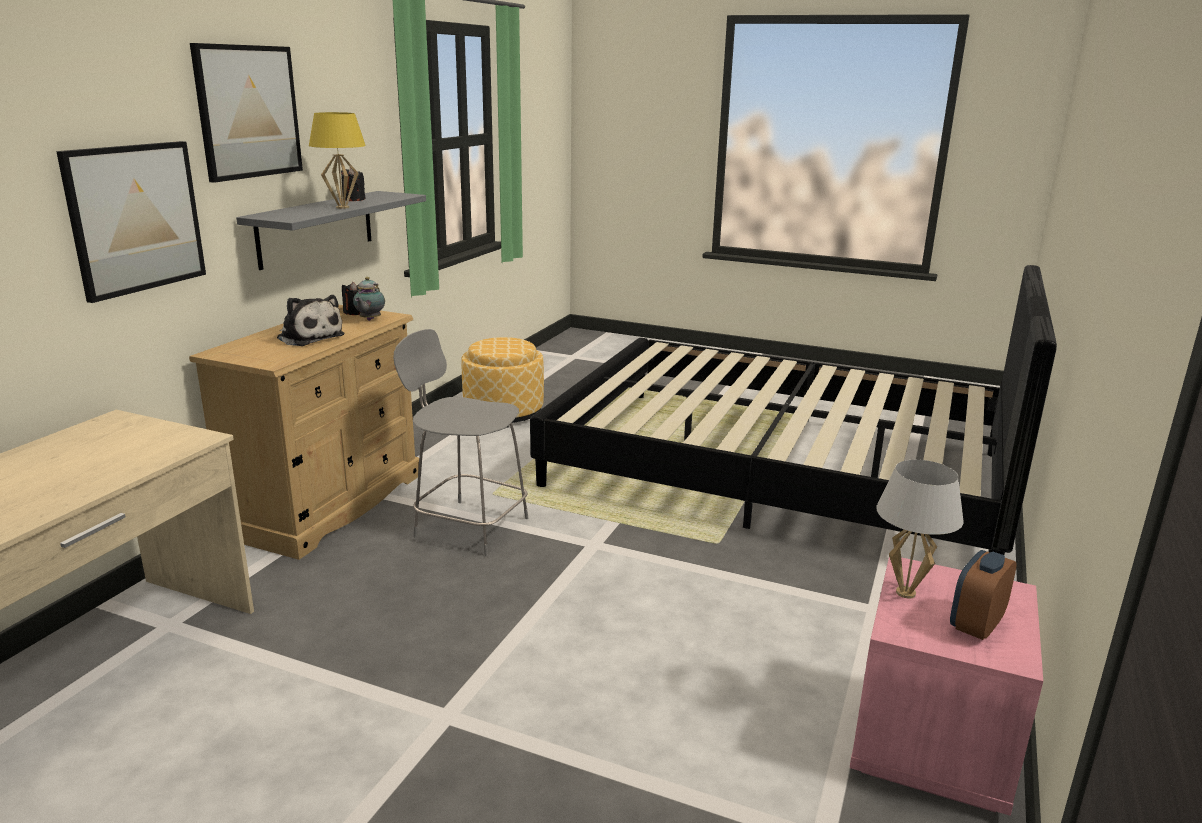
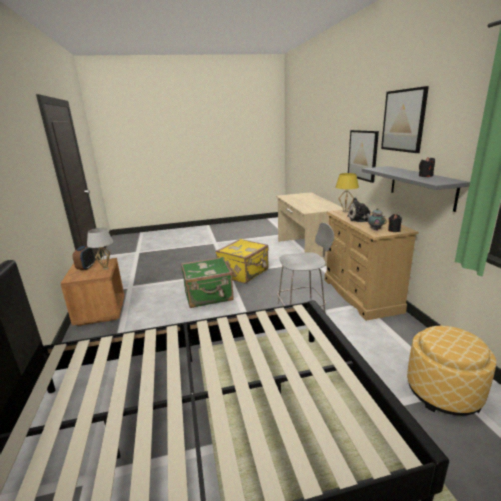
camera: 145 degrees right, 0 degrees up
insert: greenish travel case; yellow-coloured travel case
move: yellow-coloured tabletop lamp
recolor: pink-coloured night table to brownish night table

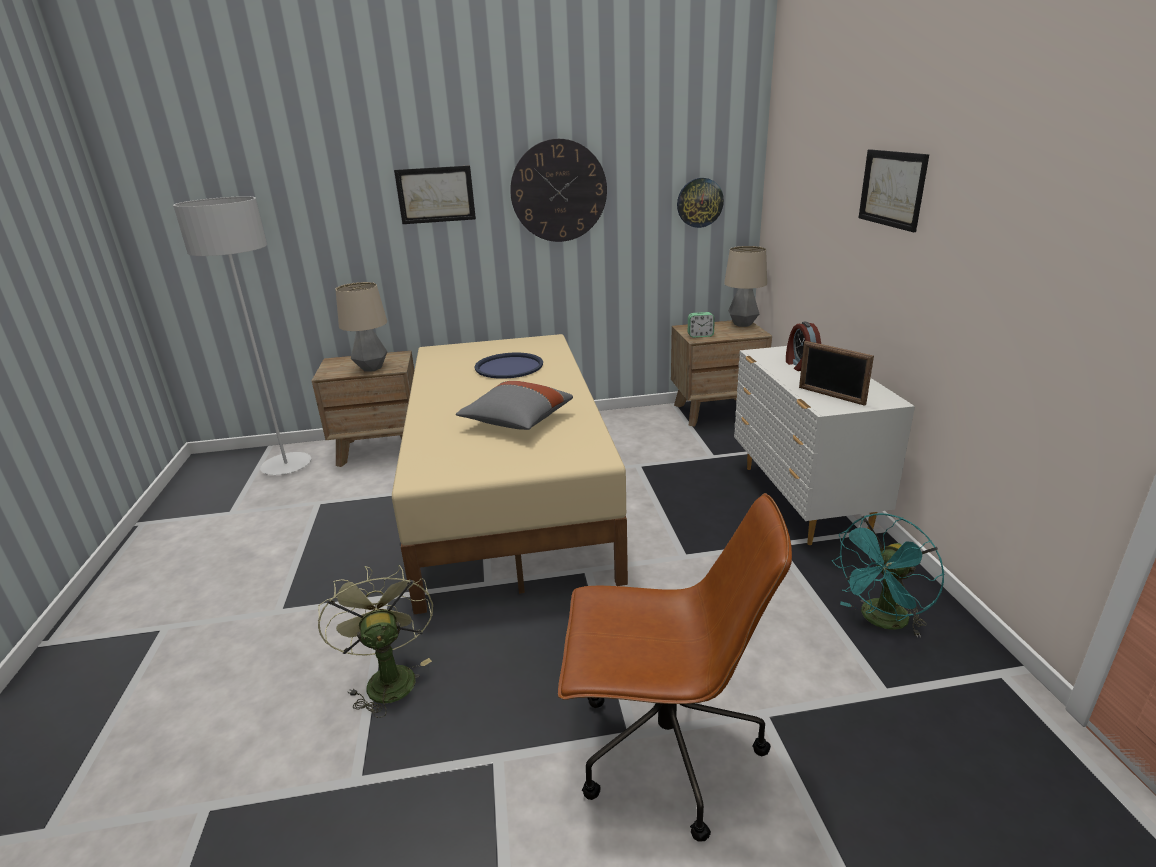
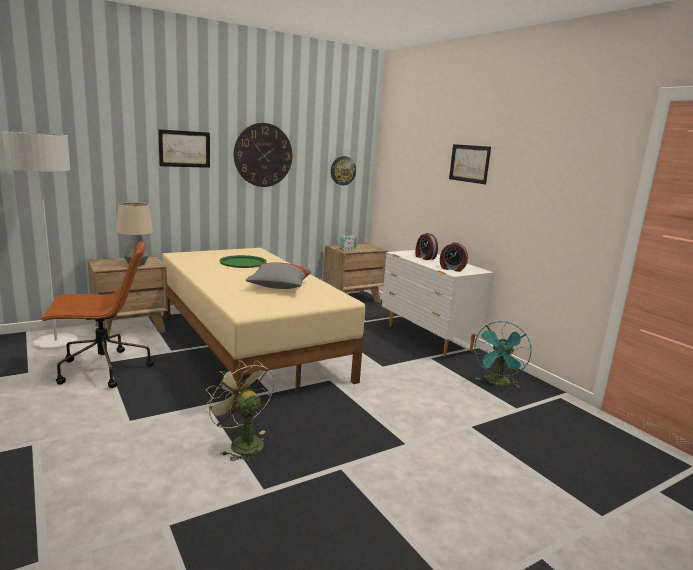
camera: 25 degrees left, 10 degrees down
delete: tabletop lamp (2nd from left)
move: brownish office chair
replace: photo frame to alarm clock (3rd from left)
recolor: bluish carrying tray to greenish carrying tray

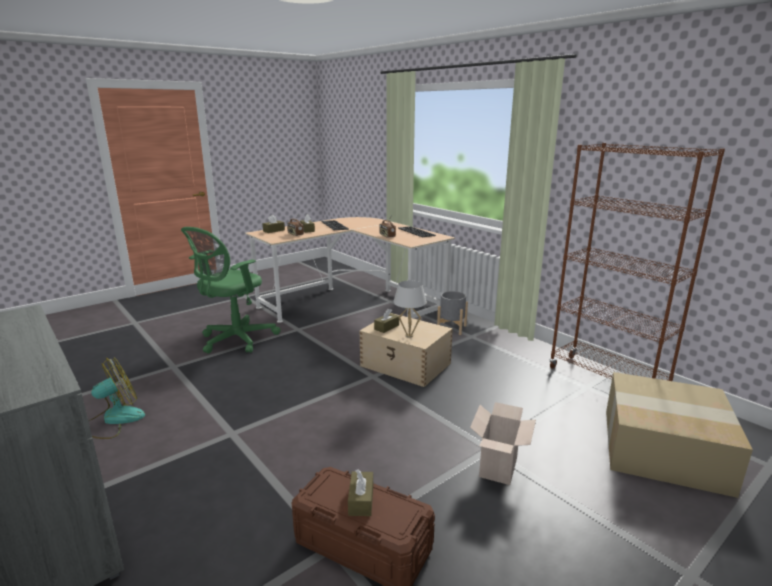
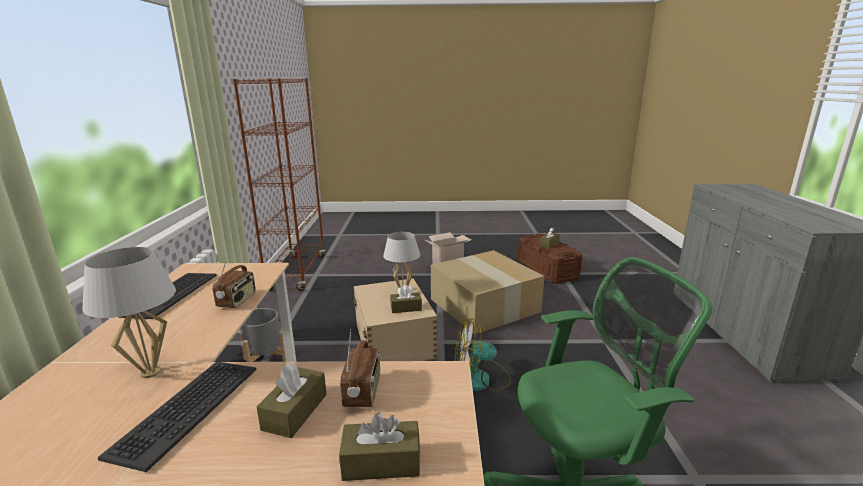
camera: 140 degrees left, 0 degrees up
insert: white-coloured tabletop lamp (1st from left)
move: electric fan; packing box (2nd from left)

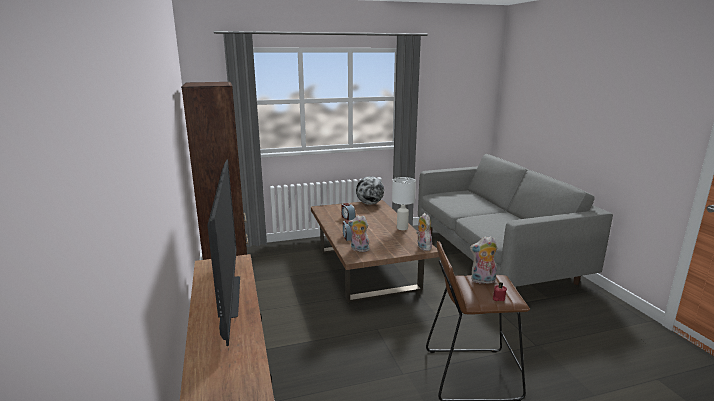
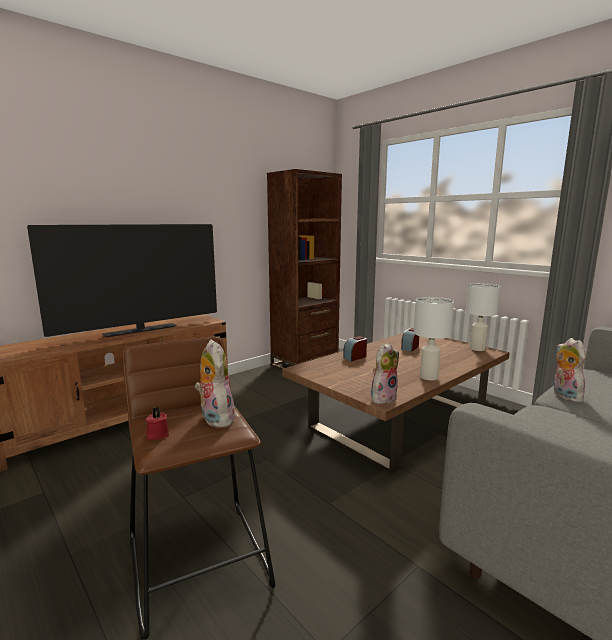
camera: 65 degrees right, 5 degrees down
move: cuddly toy (1st from left in the first image) to cuddly toy (3rd from left)
replace: globe to white-coloured tabletop lamp (2nd from left)

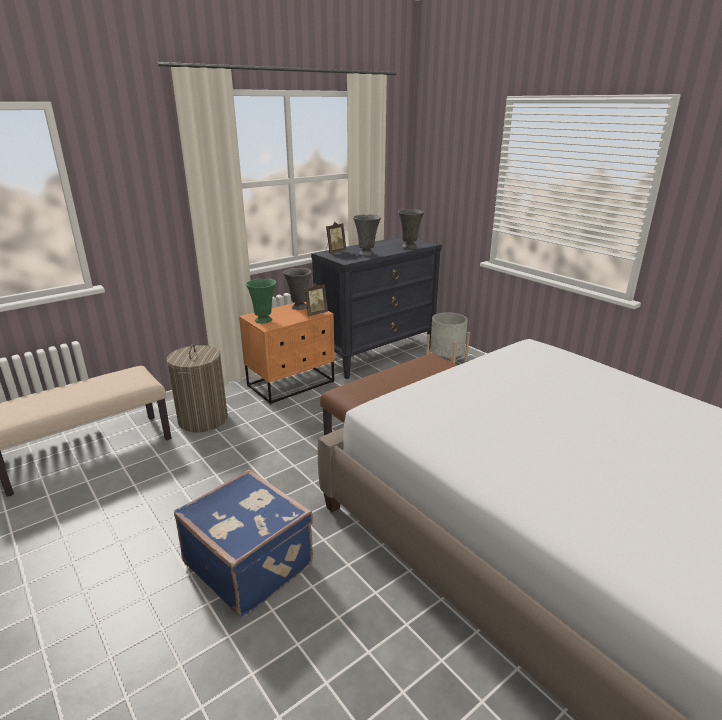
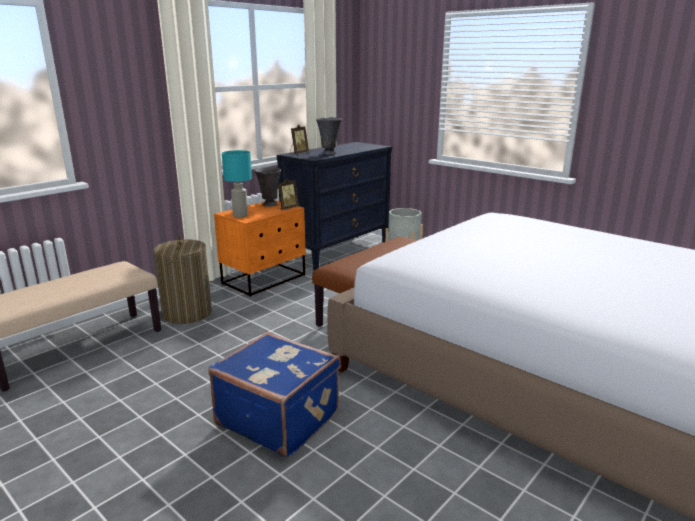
camera: 10 degrees left, 5 degrees down
delete: grey decorative vase (3rd from left)
replace: greenish decorative vase to turquoise tabletop lamp

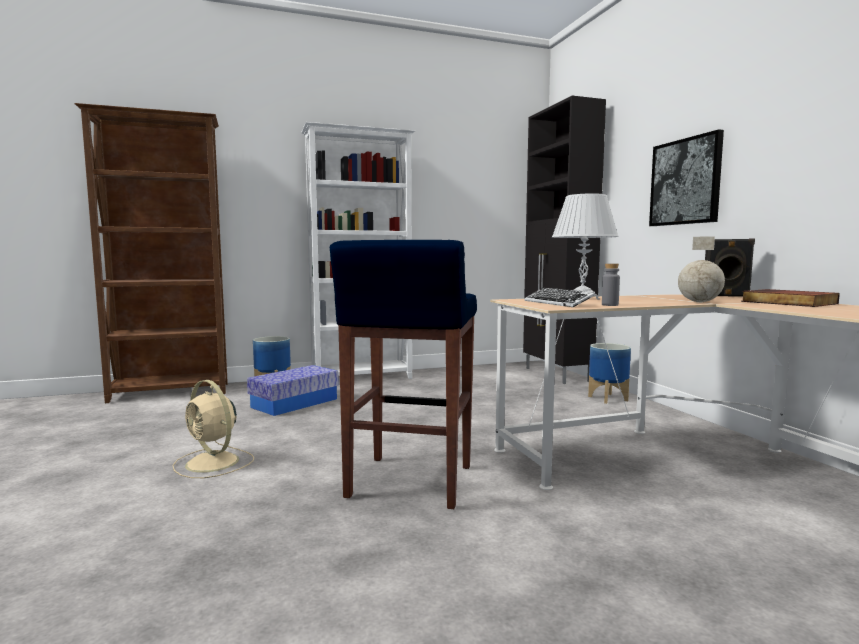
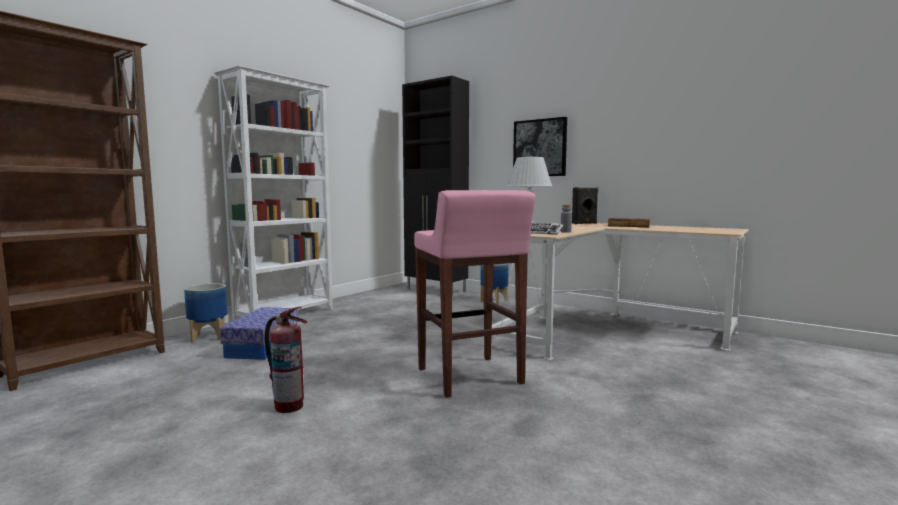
camera: 35 degrees left, 0 degrees up
delete: globe
replace: beige-coloured electric fan to extinguisher
recolor: bluish sitting stool to pink-coloured sitting stool

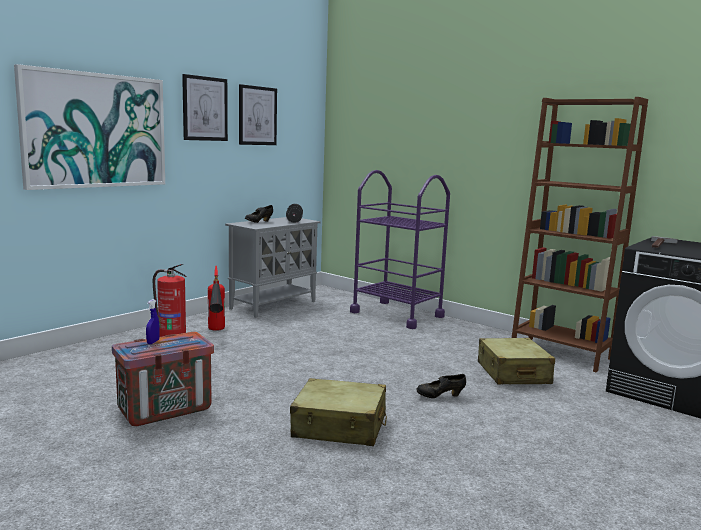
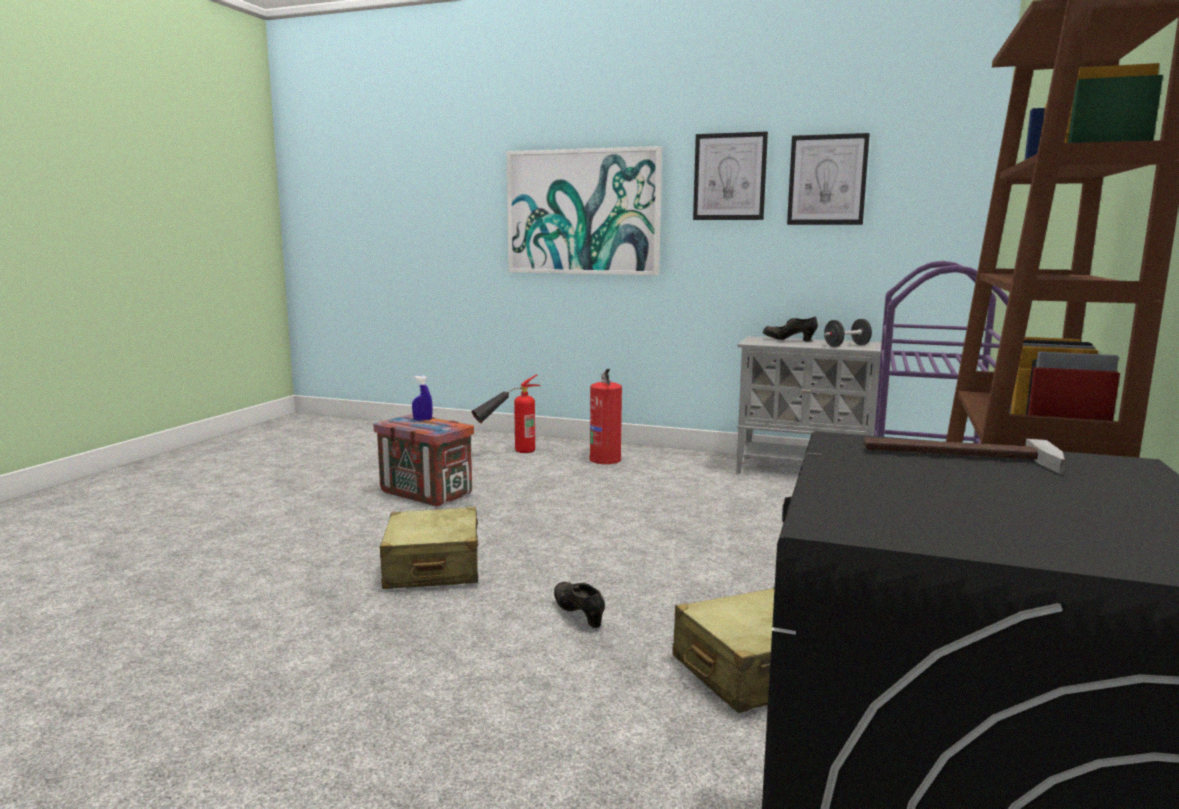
camera: 70 degrees right, 0 degrees up
move: extinguisher (2nd from left in the first image) to extinguisher (1st from left)

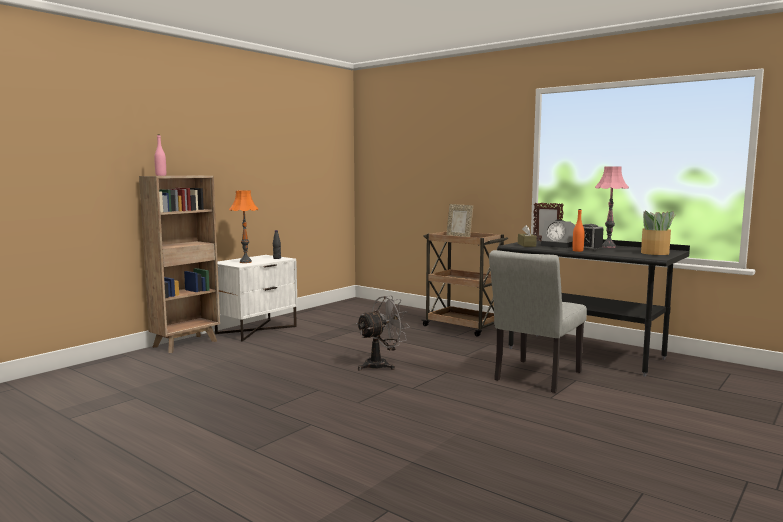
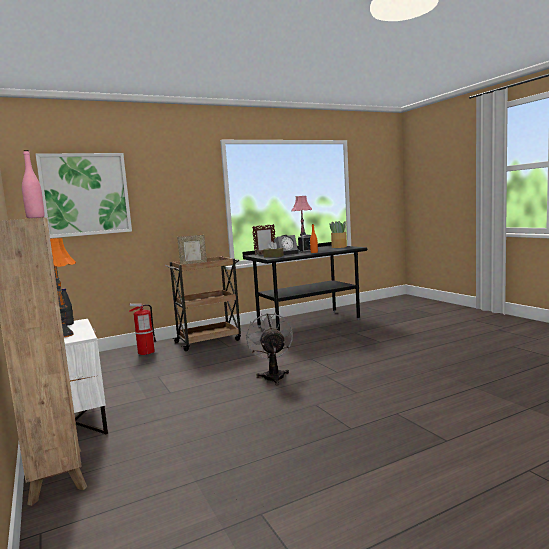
camera: 65 degrees left, 0 degrees up
delete: grey chair
insert: wall picture; extinguisher

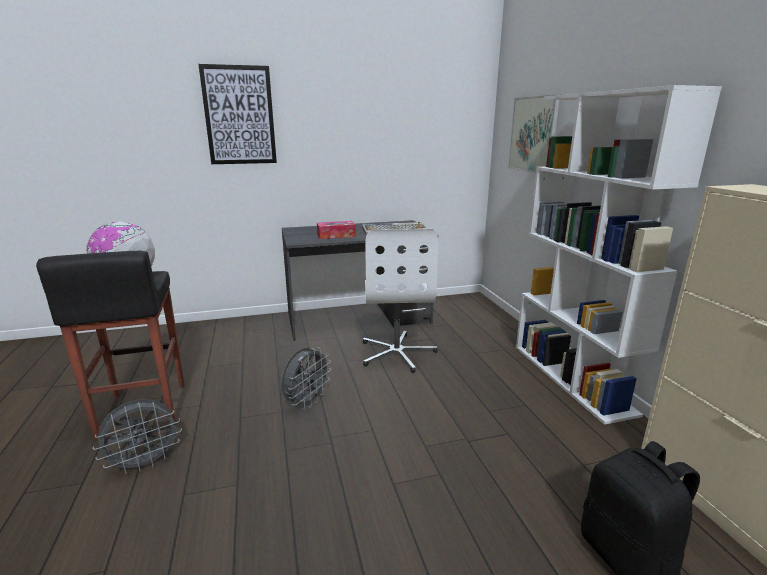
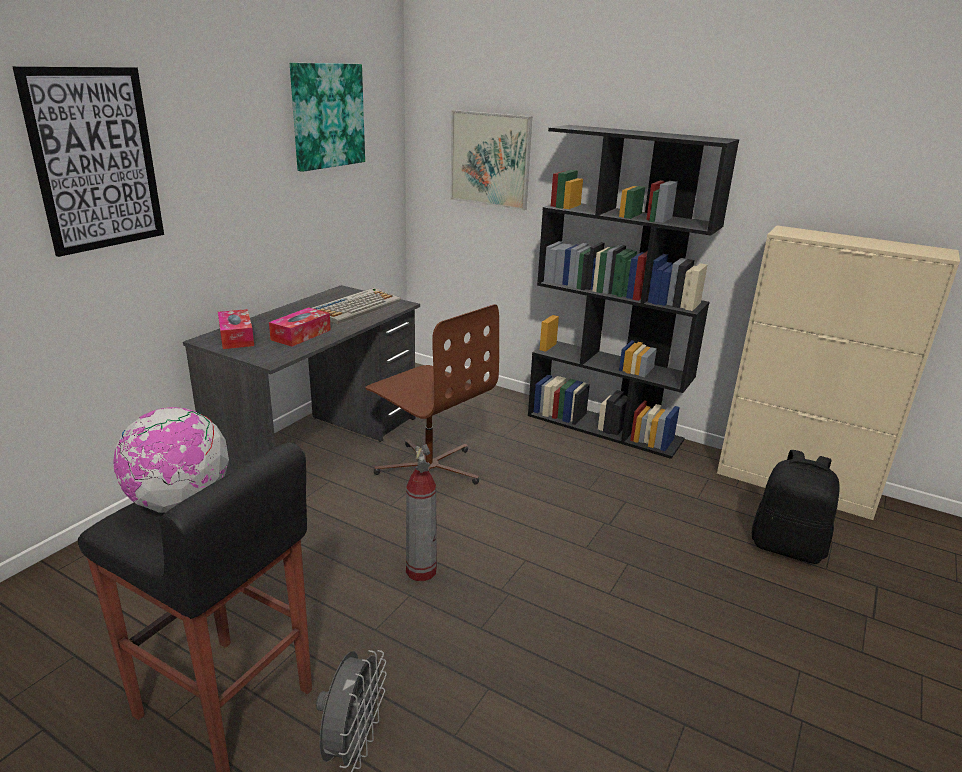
camera: 45 degrees left, 5 degrees up
insert: box of tissues (1st from left); wall picture (2nd from left)
replace: grey electric fan (2nd from left) to extinguisher
recolor: white-coloured office chair to brownish office chair; white-coloured shelving unit to blackish shelving unit

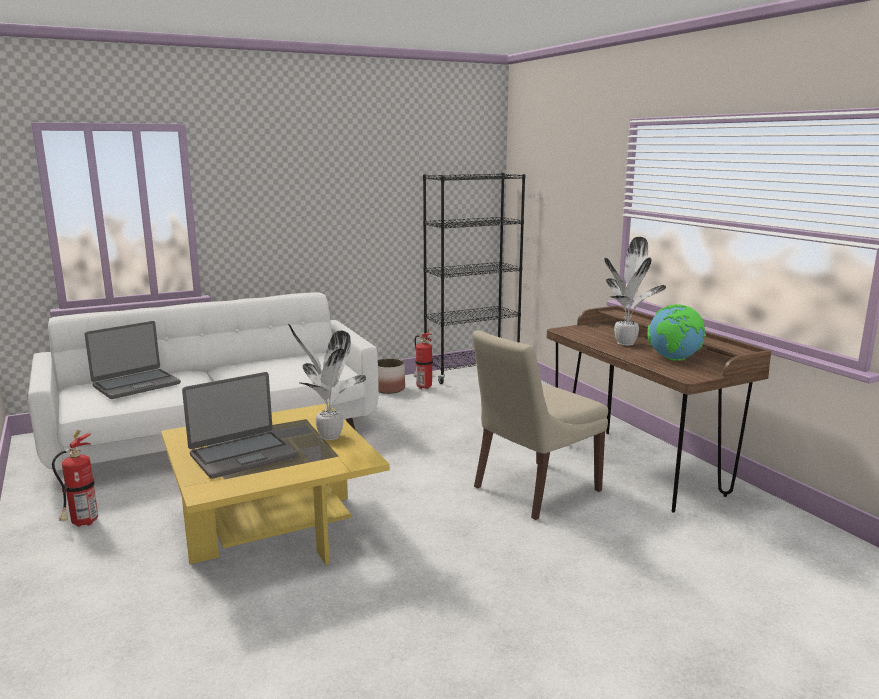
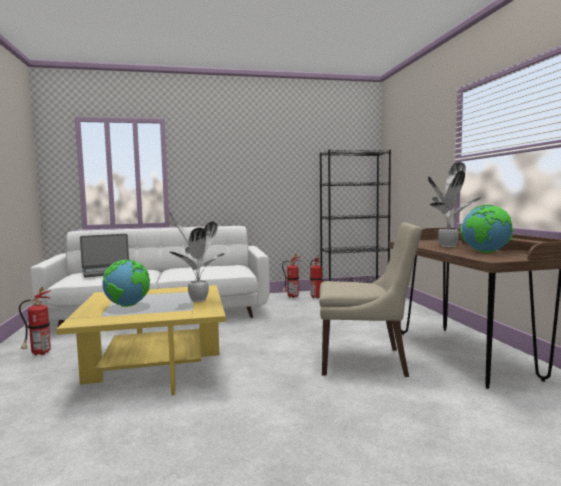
camera: 15 degrees right, 10 degrees down
replace: laptop (2nd from left) to globe (1st from left); planter to extinguisher (2nd from left)
rotate: beige-coloured chair 150 degrees counterclockwise

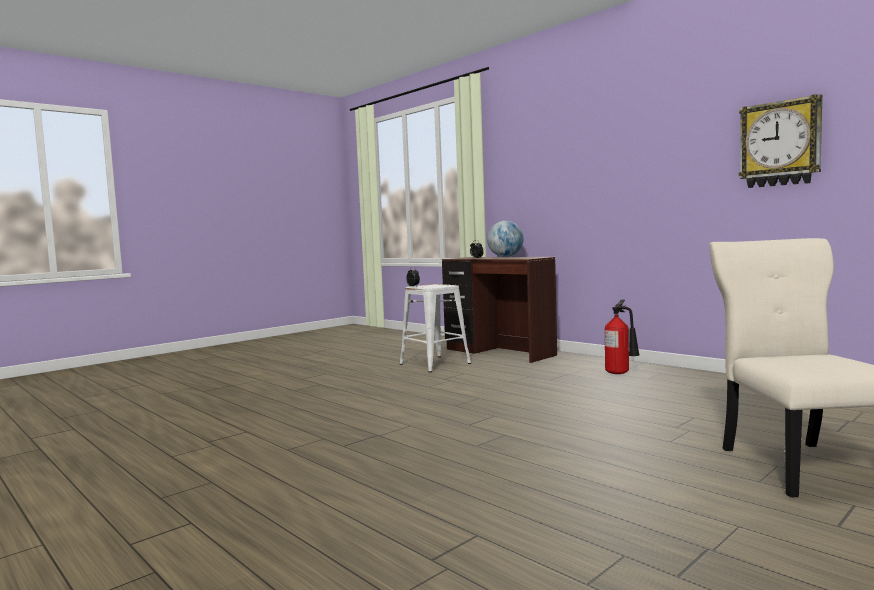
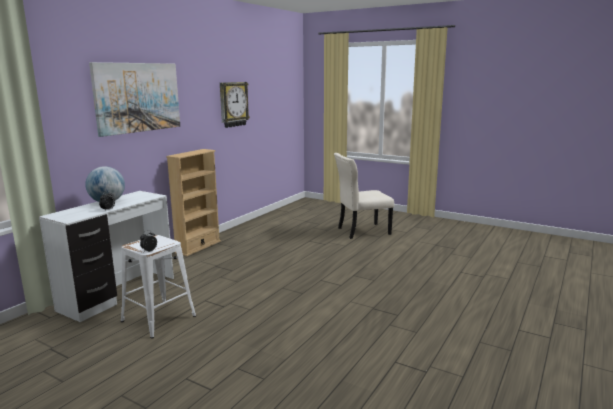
camera: 105 degrees left, 10 degrees up
delete: extinguisher
insert: wall picture; beige-coloured shelving unit
recolor: brownish desk unit to white-coloured desk unit

